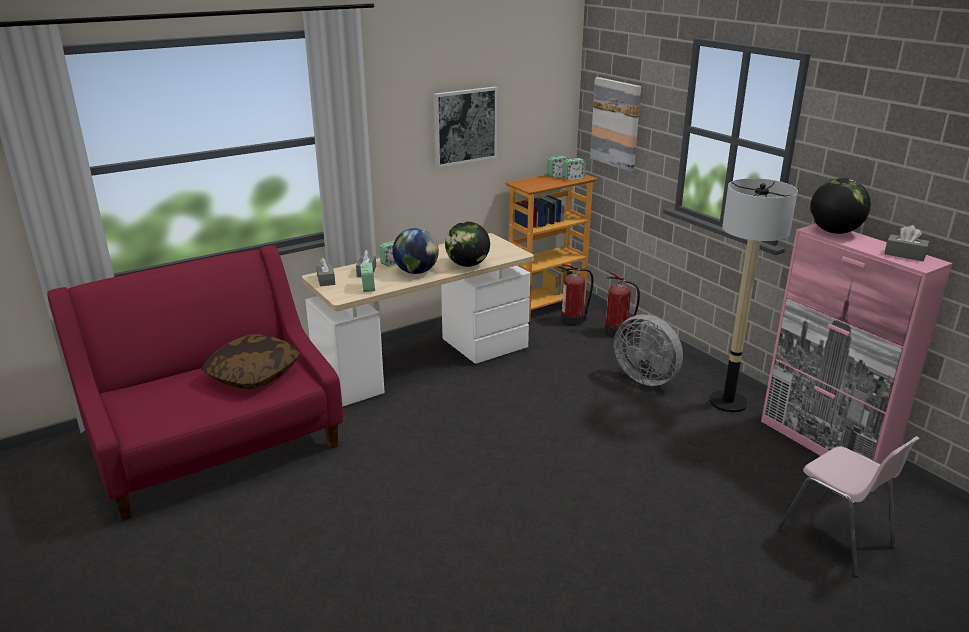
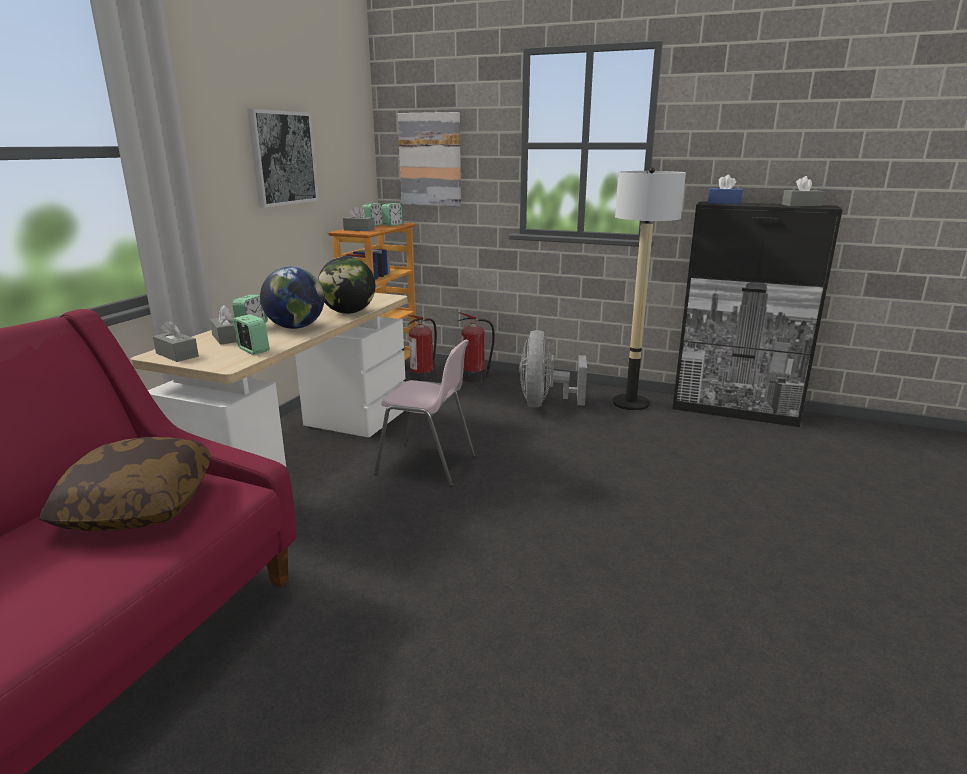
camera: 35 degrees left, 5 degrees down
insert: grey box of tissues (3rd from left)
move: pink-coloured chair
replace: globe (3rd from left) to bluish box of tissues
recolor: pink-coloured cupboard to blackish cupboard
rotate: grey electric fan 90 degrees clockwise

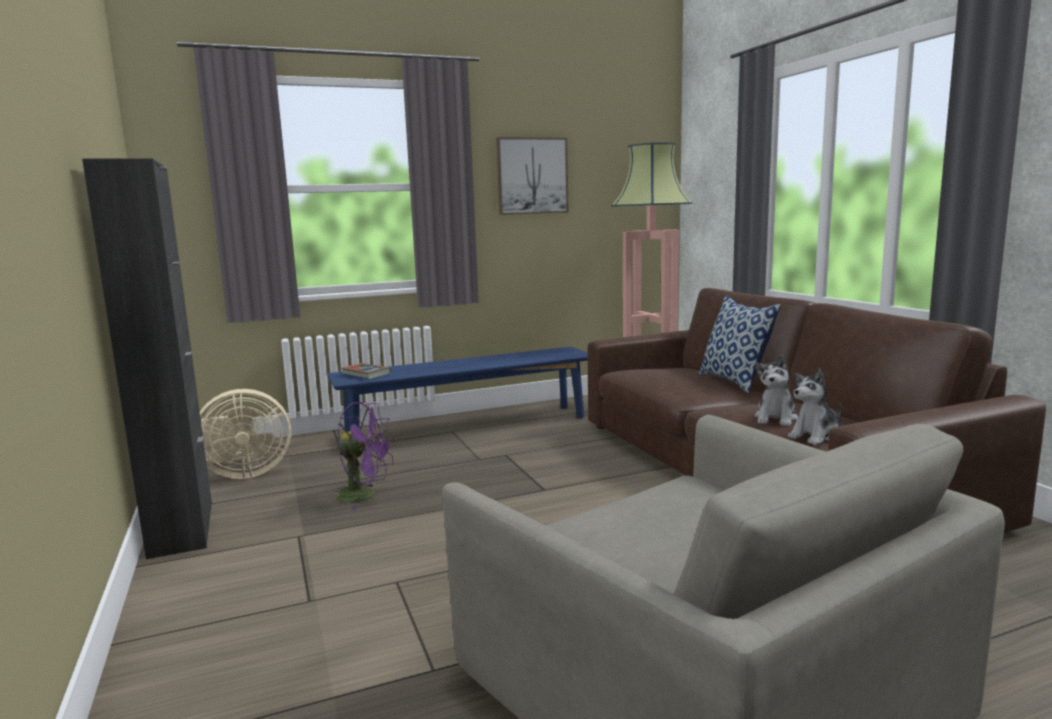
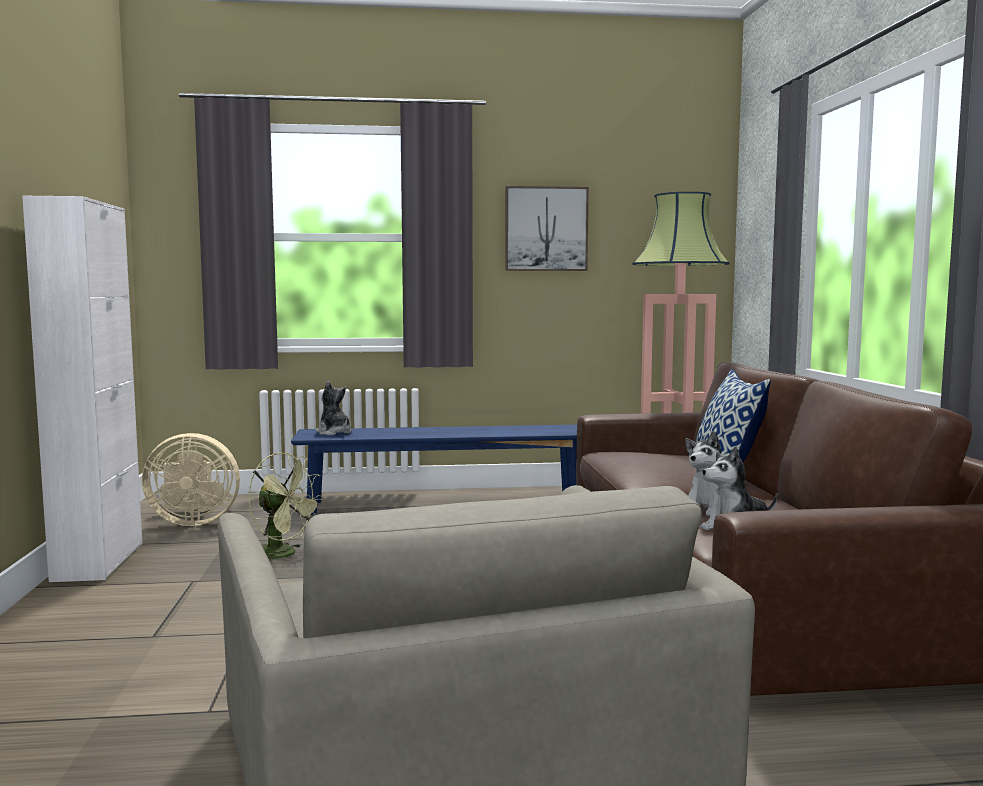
camera: 15 degrees right, 5 degrees down
replace: volume to cuddly toy (1st from left)
recolor: blackish cupboard to white-coloured cupboard; purple electric fan to greenish electric fan

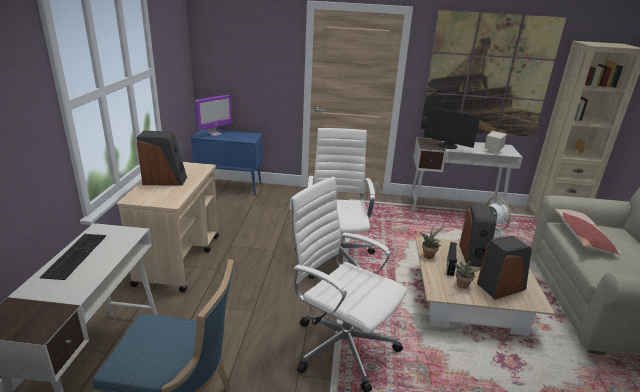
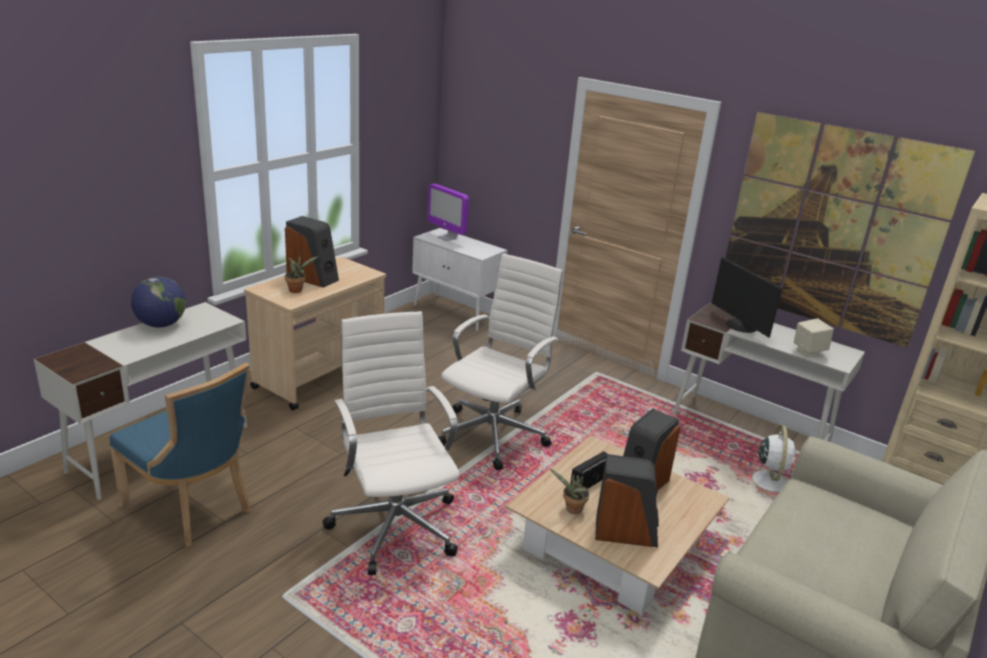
camera: 30 degrees right, 0 degrees up
delete: throw pillow
move: potted plant (1st from left)
replace: computer keyboard to globe
recolor: bluish cupboard to white-coloured cupboard
rotate: monitor (1st from left) 60 degrees clockwise

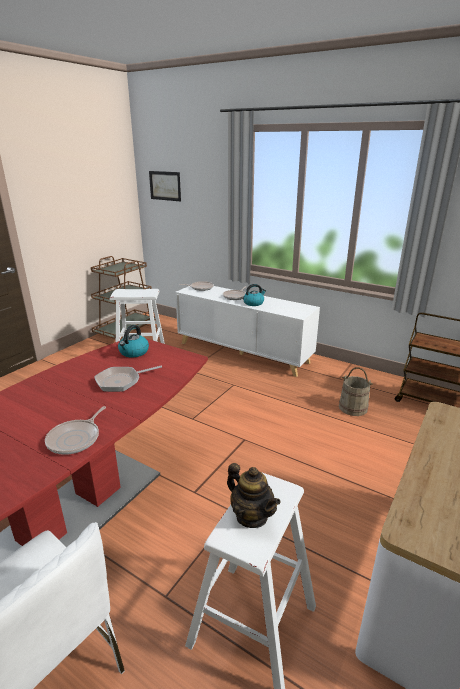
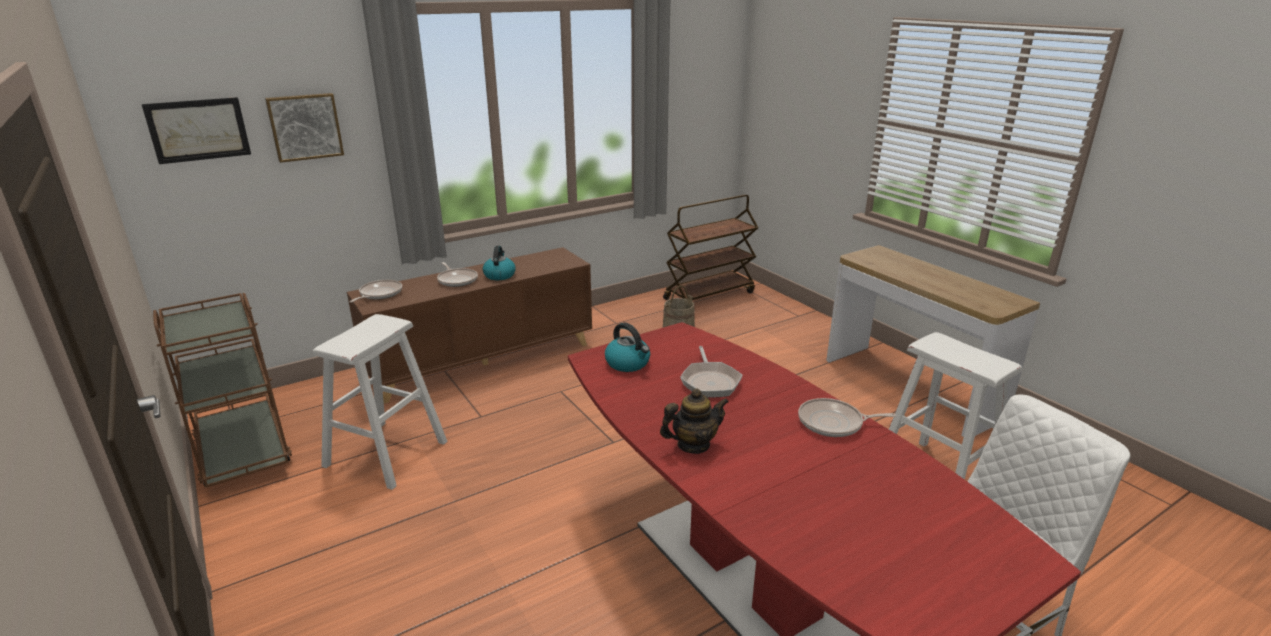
camera: 65 degrees left, 0 degrees up
insert: wall picture (2nd from left)
move: pot for tea
recolor: white-coloured cupboard to brownish cupboard
rotate: frying pan (1st from left in the first image) 135 degrees clockwise

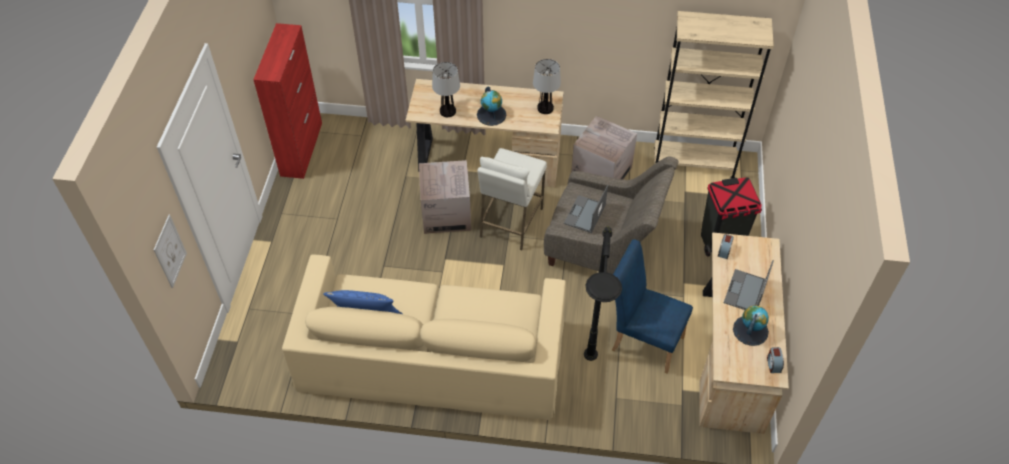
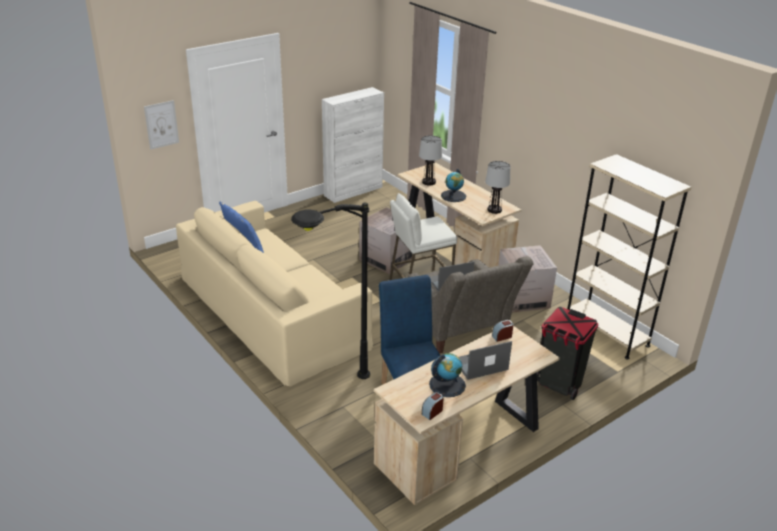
camera: 45 degrees right, 20 degrees down
recolor: red cupboard to white-coloured cupboard

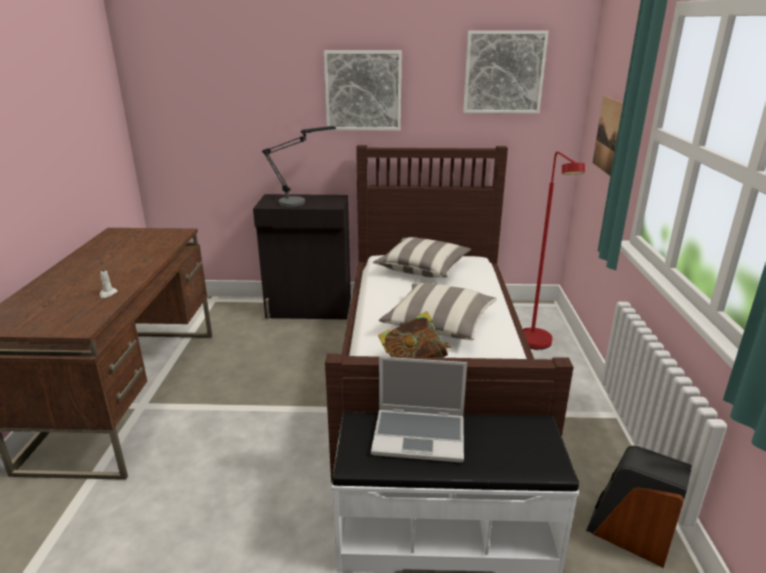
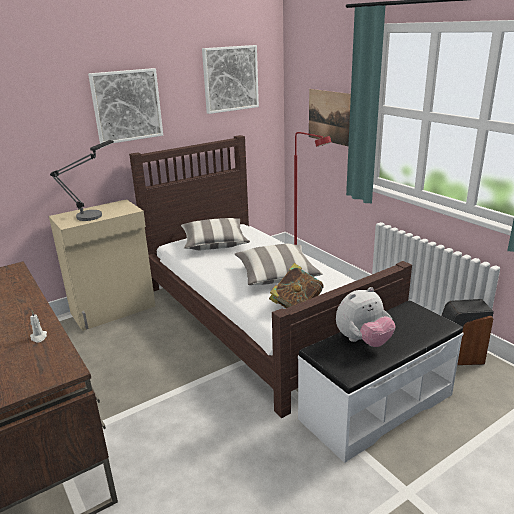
camera: 35 degrees left, 0 degrees up
replace: laptop to cuddly toy
recolor: blackish cupboard to beige-coloured cupboard

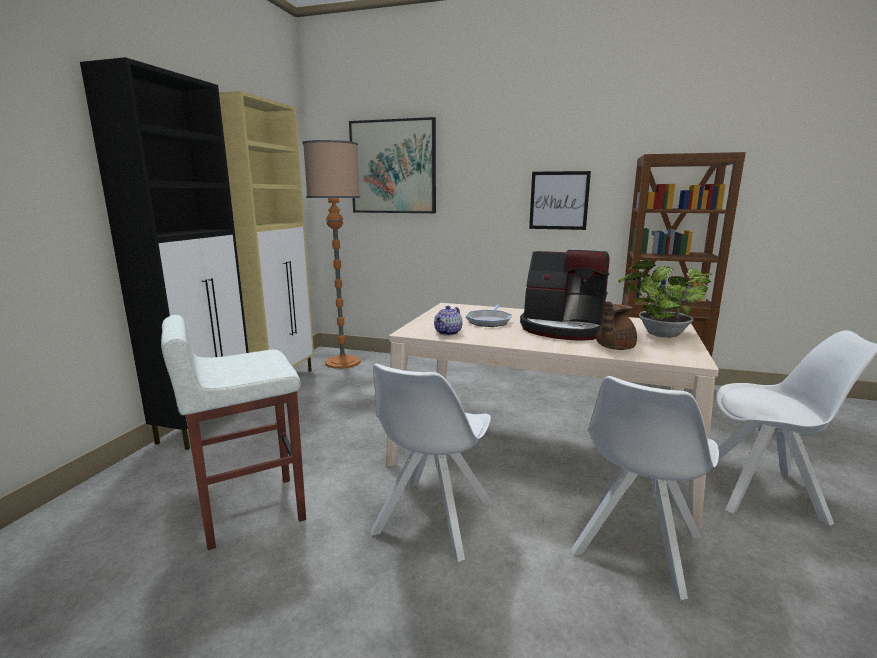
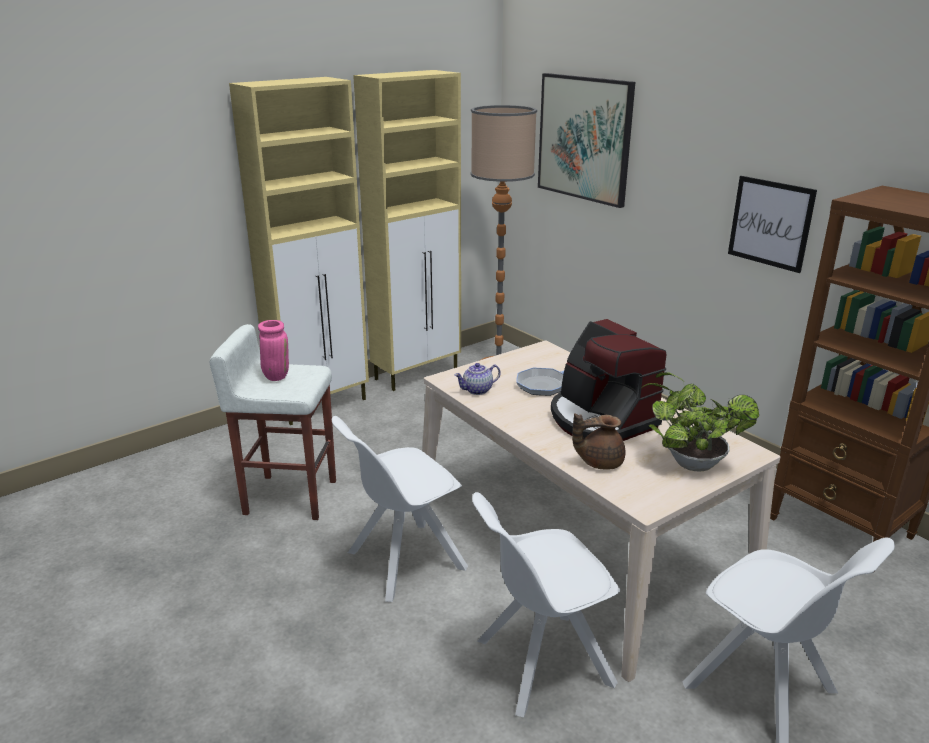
camera: 35 degrees right, 10 degrees up
insert: pink-coloured decorative vase
recolor: blackish cupboard to beige-coloured cupboard (1st from left)

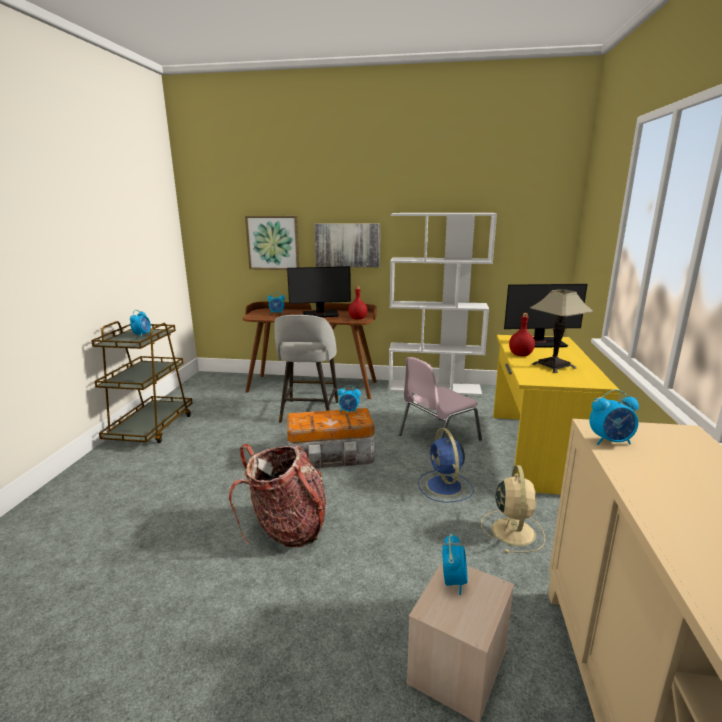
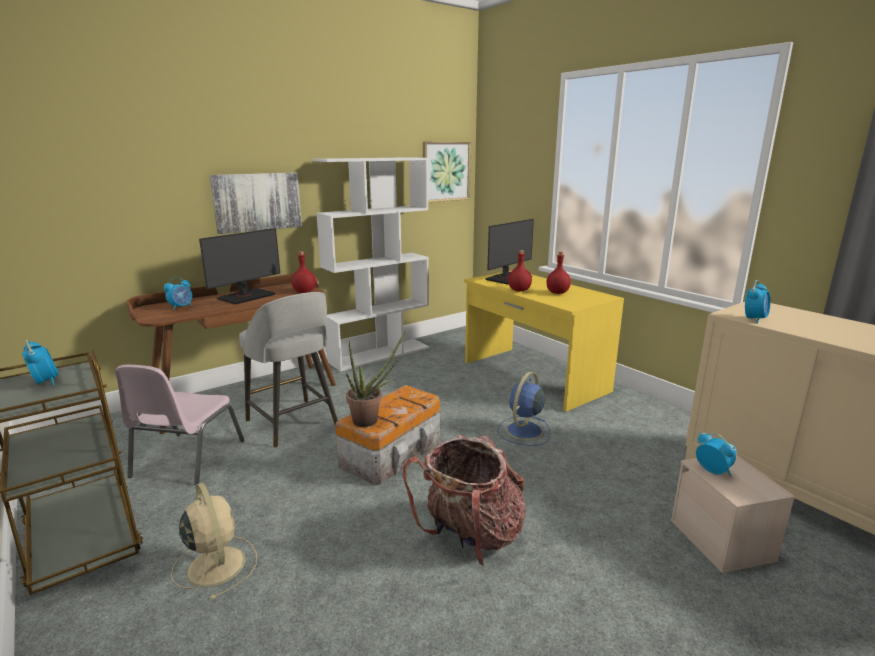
camera: 45 degrees left, 0 degrees up
delete: alarm clock (3rd from left)
insert: potted plant
move: wall picture (1st from left in the first image) to wall picture (2nd from left); pink-coloured chair; beige-coloured electric fan
replace: tabletop lamp to red beverage bottle (3rd from left)
rotate: bluish electric fan 90 degrees clockwise

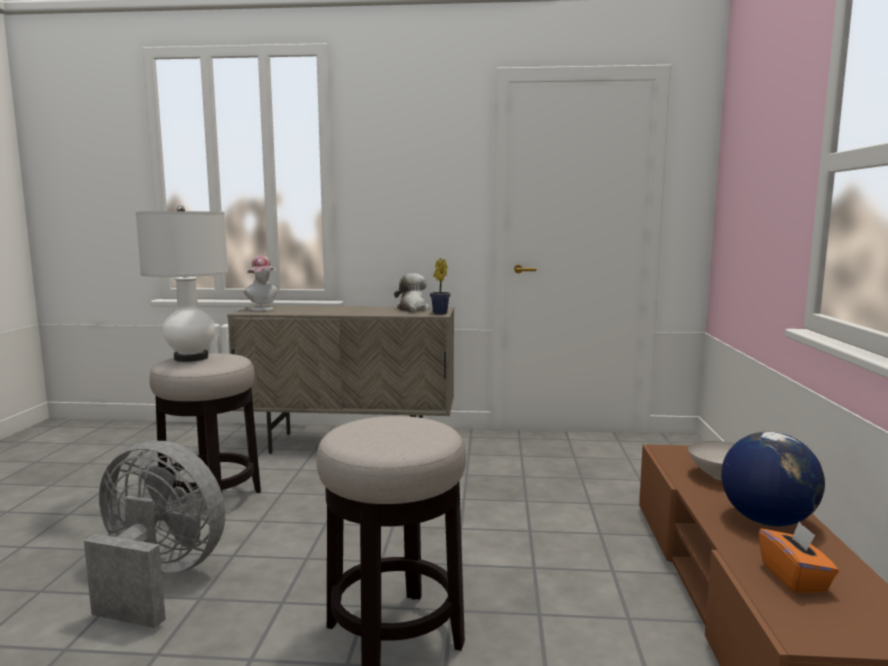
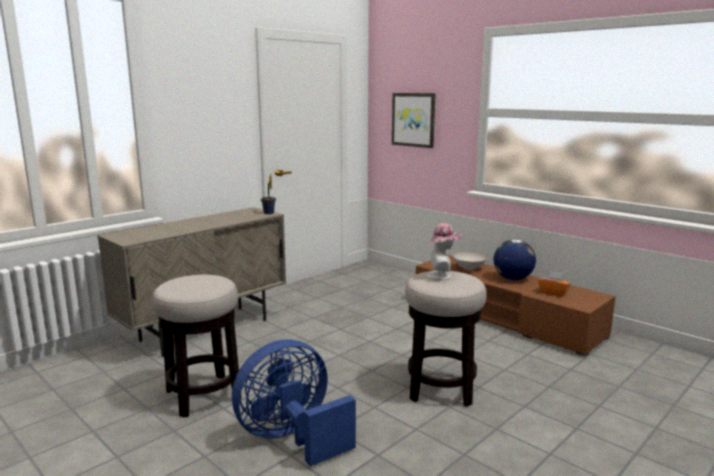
camera: 50 degrees left, 5 degrees up
delete: white-coloured tabletop lamp; cuddly toy
insert: wall picture
move: clothing hat
recolor: grey electric fan to bluish electric fan

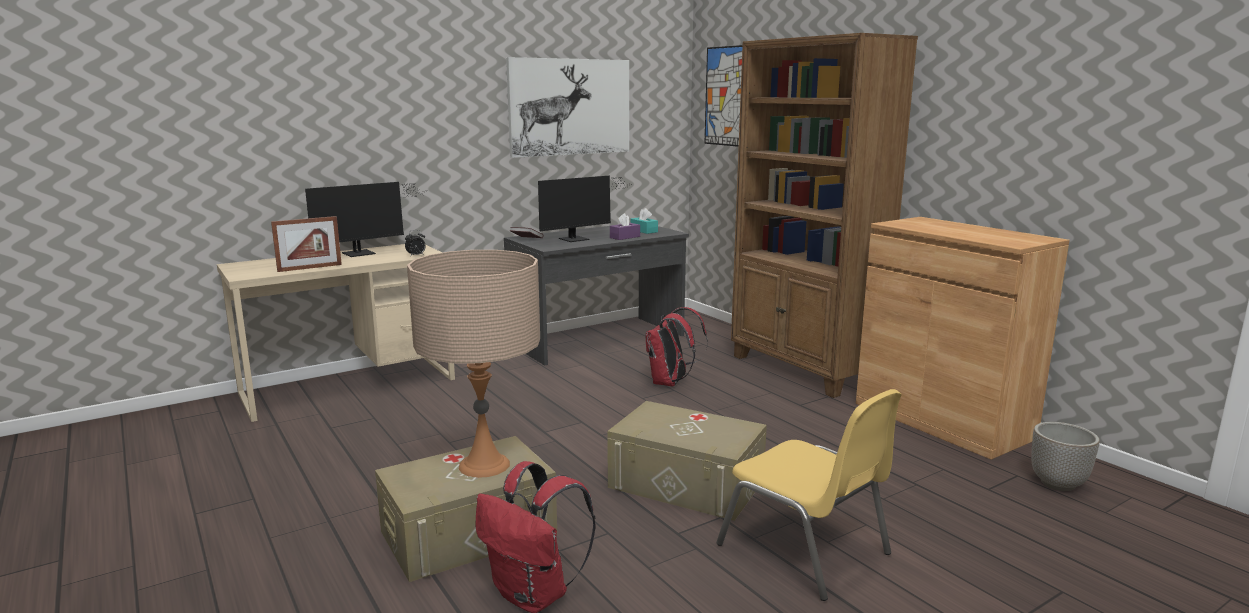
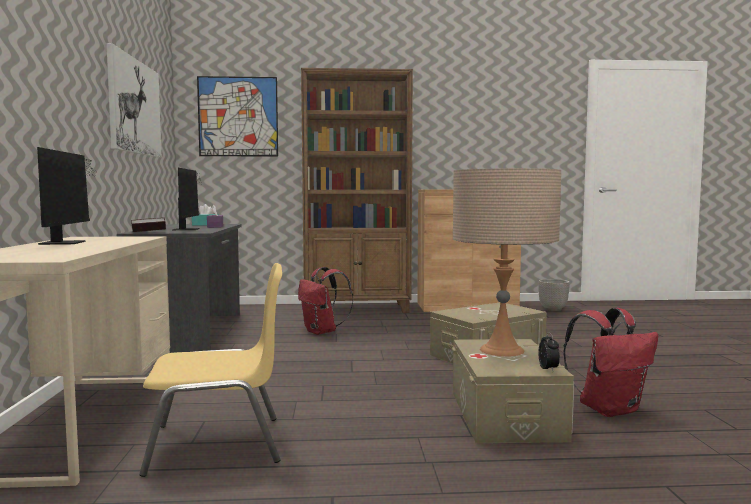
camera: 60 degrees left, 10 degrees down
delete: photo frame
move: alarm clock; yellow-coloured chair

